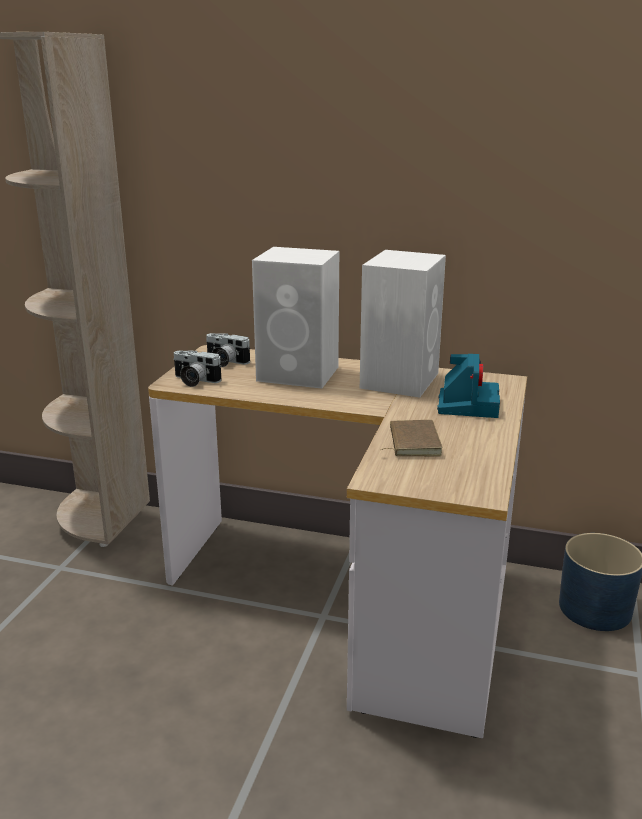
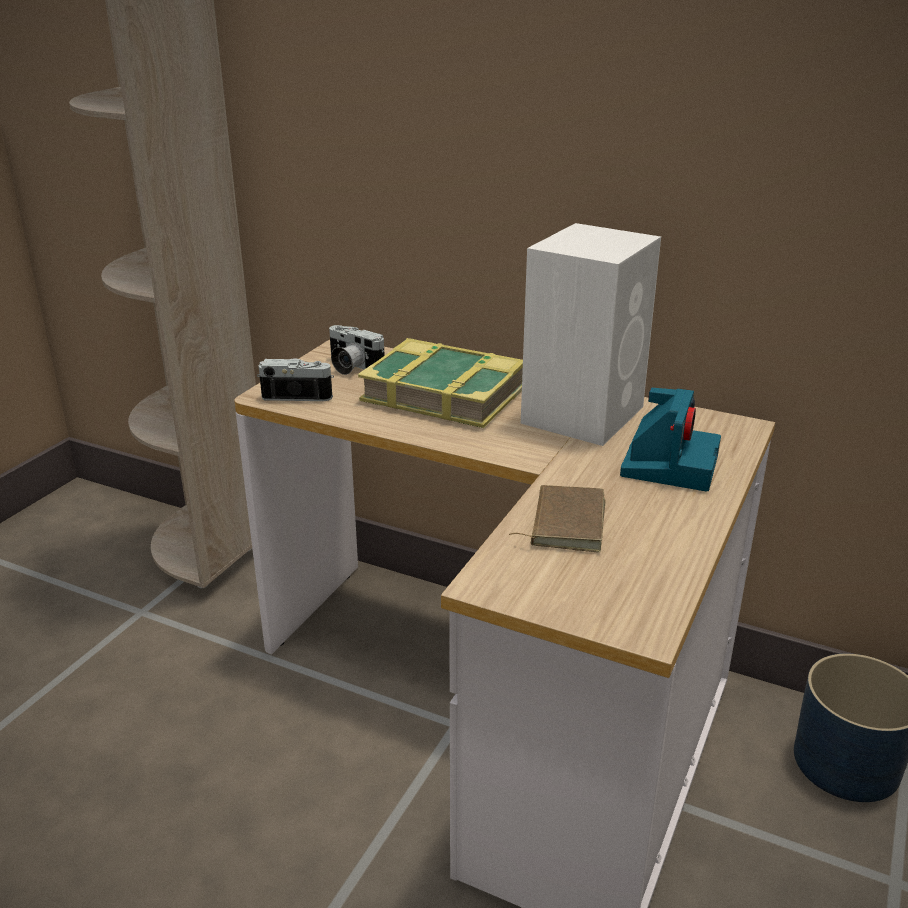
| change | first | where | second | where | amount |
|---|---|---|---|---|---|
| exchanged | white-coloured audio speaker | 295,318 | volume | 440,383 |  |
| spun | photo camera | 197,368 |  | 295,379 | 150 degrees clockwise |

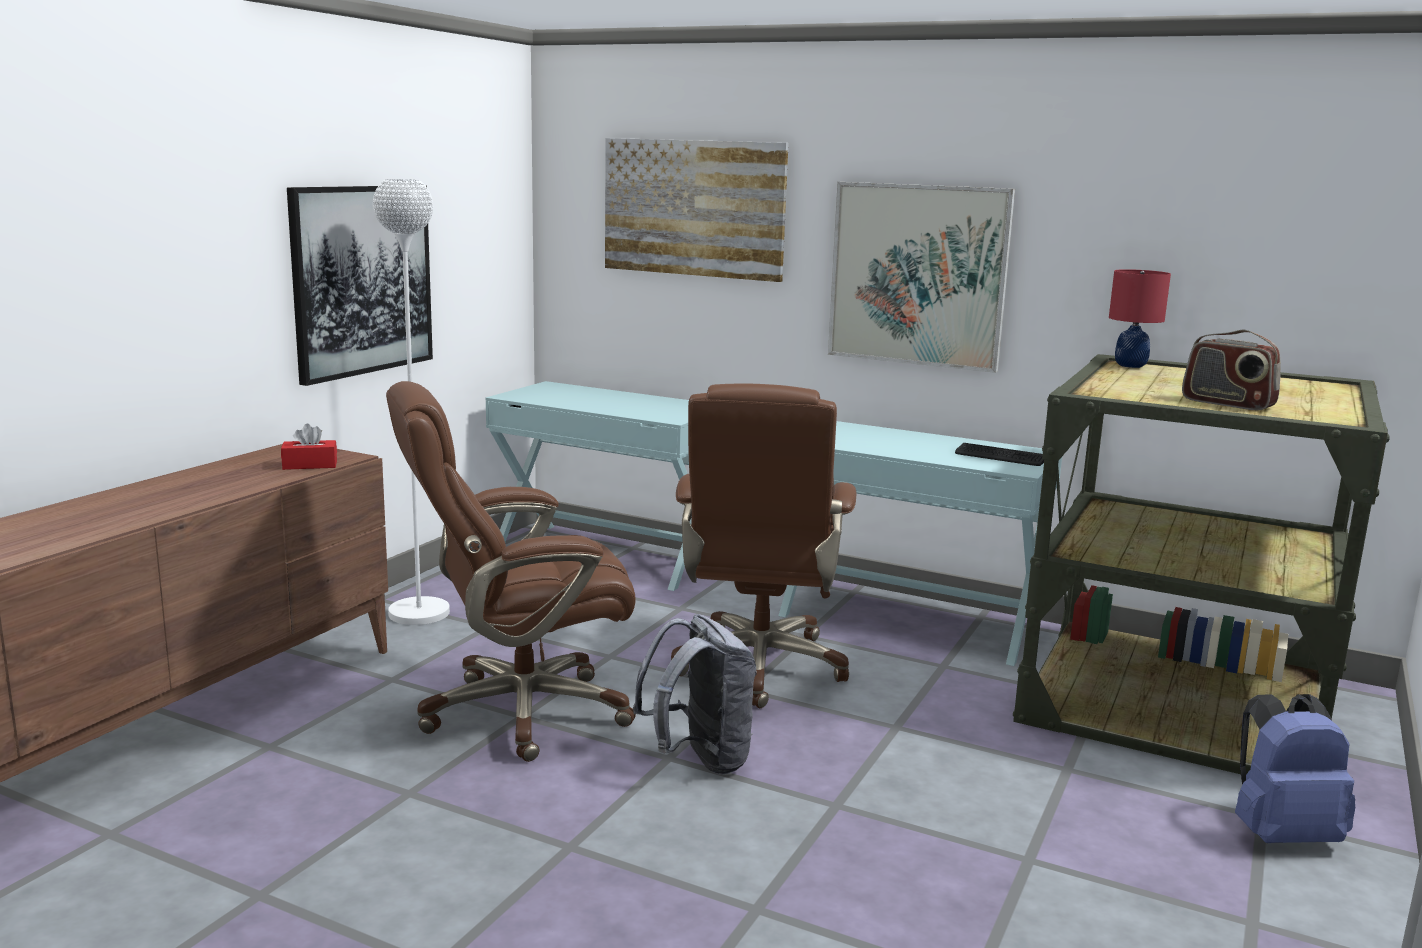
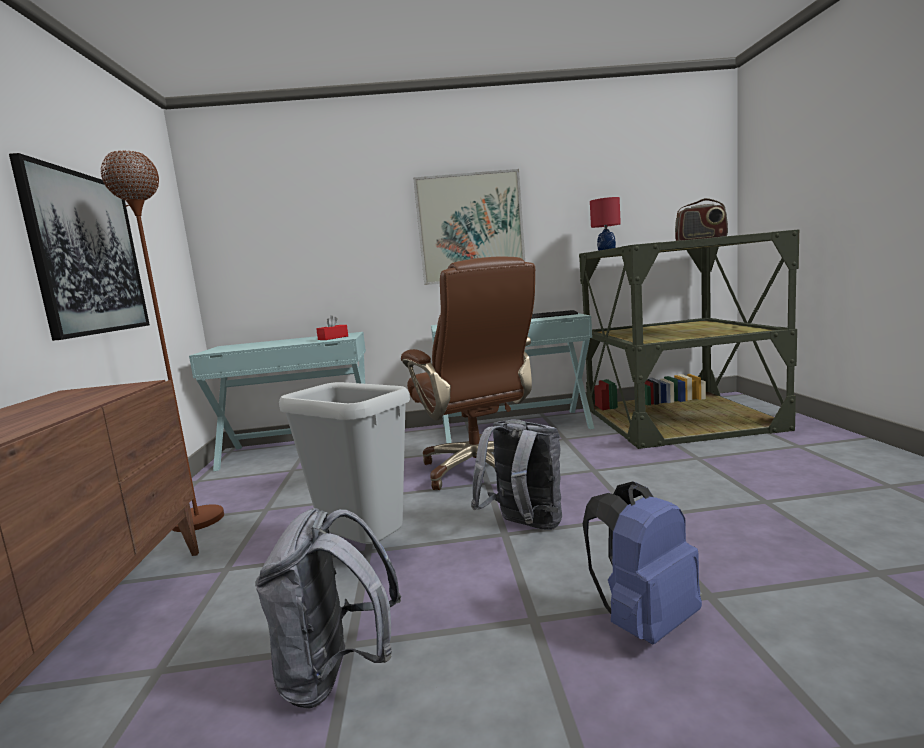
| change | first | where | second | where | amount |
|---|---|---|---|---|---|
| missing | wall picture | 697,210 |  |  |  |
| colour | white-coloured standing lamp | 411,402 | brown standing lamp | 162,341 |  |
| exchanged | brown office chair | 511,571 | grey rubbish bin | 344,463 |  |
| relocated | reddish tissue box | 309,447 |  | 332,327 |  |
| relocated | blue-coloured knapsack | 1295,768 |  | 642,562 |  |
| appeared |  |  | grey knapsack | 328,608 |  |

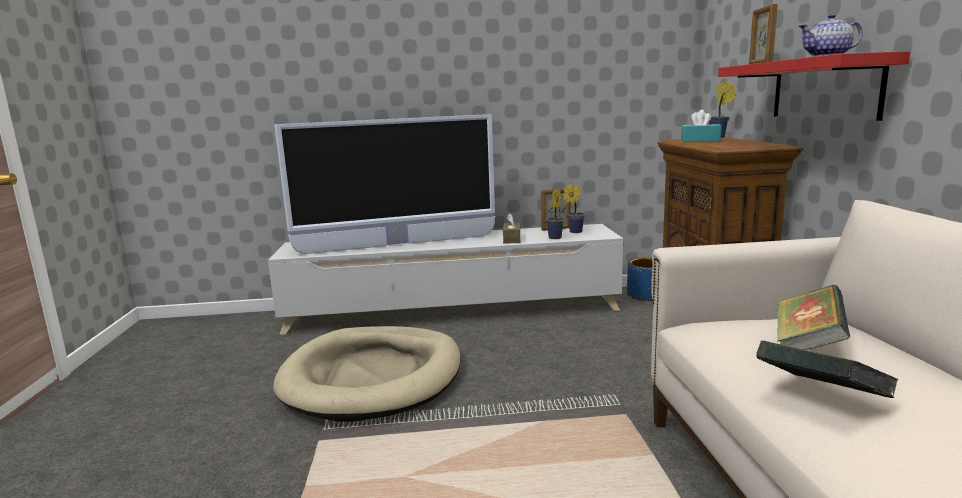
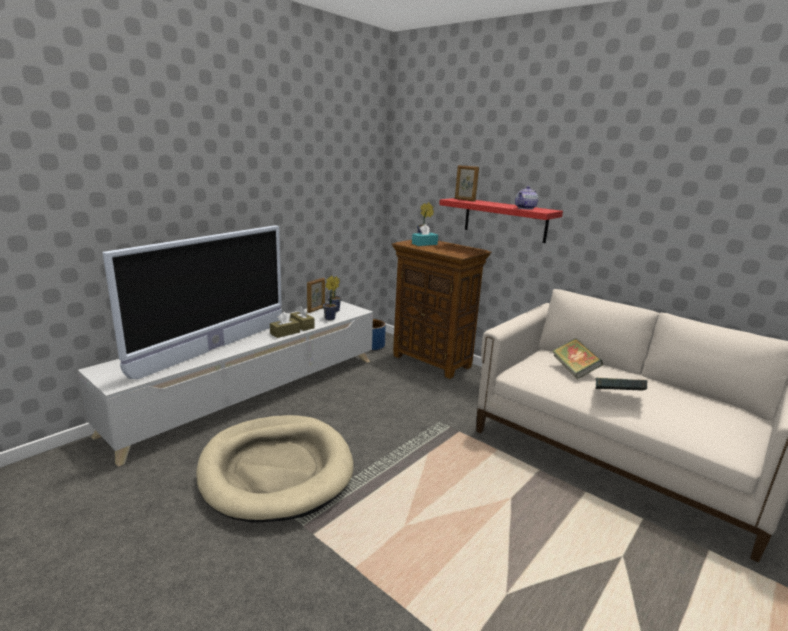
| change | first | where | second | where | amount |
|---|---|---|---|---|---|
| appeared |  |  | brown tissue box | 285,325 |  |

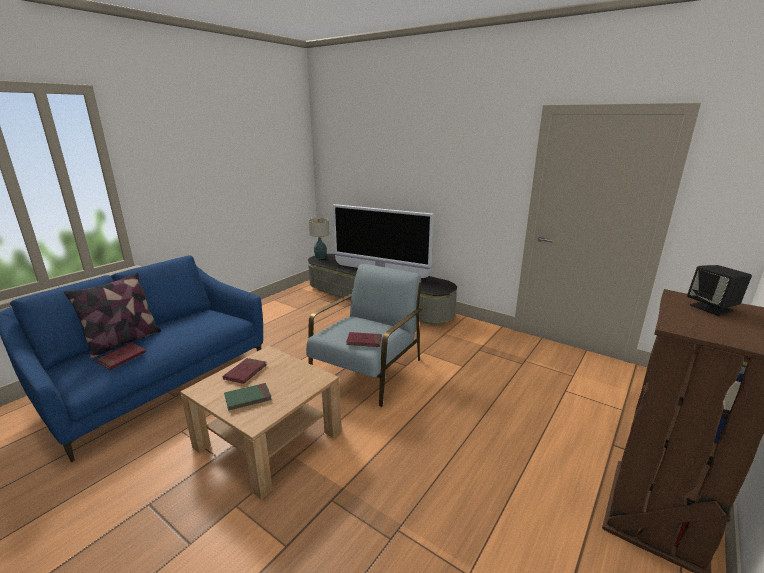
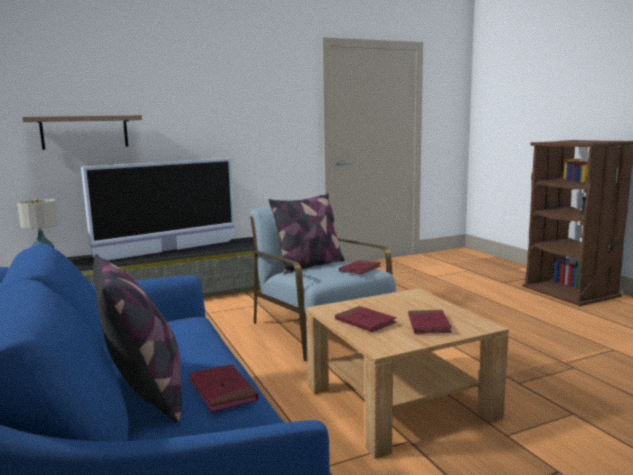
| change | first | where | second | where | amount |
|---|---|---|---|---|---|
| missing | blackish audio speaker | 719,290 |  |  |  |
| colour | greenish volume | 248,396 | reddish volume | 430,322 |  |
| appeared |  |  | shelf | 82,132 |  |
| appeared |  |  | throw pillow | 306,233 |  |

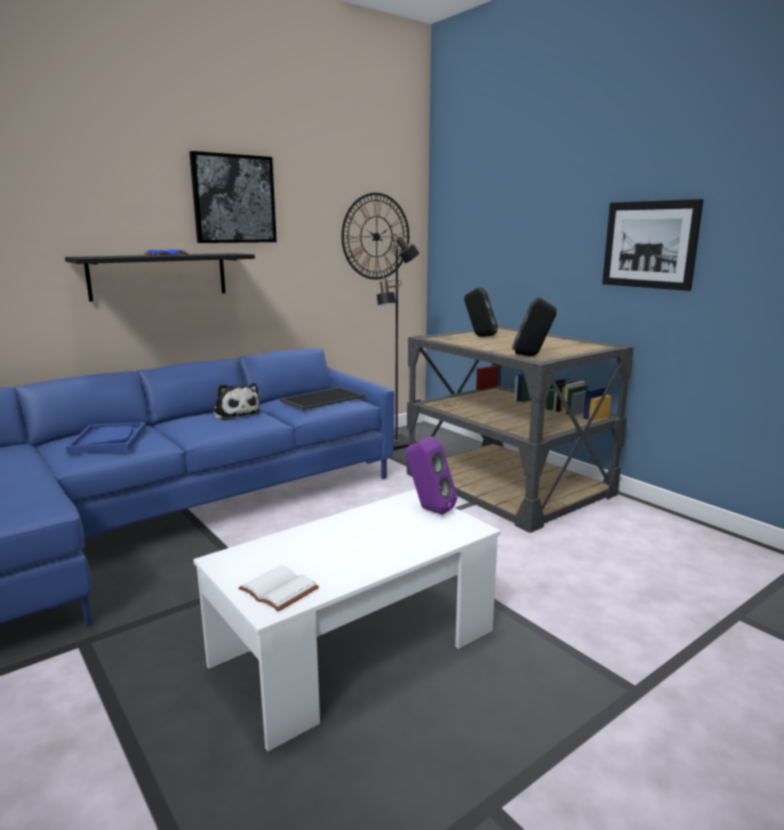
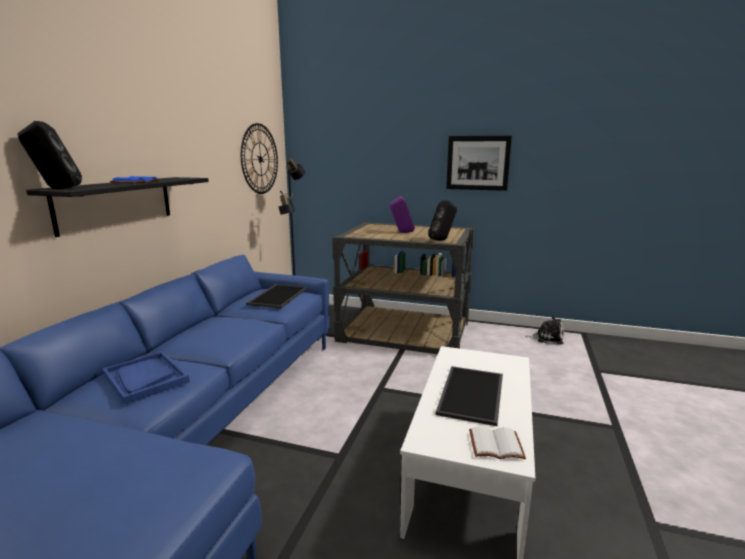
| change | first | where | second | where | amount |
|---|---|---|---|---|---|
| missing | wall picture | 233,197 |  |  |  |
| relocated | blackish audio speaker | 481,312 |  | 50,155 |  |
| relocated | plush toy | 236,402 |  | 544,330 |  |
| relocated | purple-coloured audio speaker | 431,476 |  | 402,214 |  |
| appeared |  |  | carrying tray | 469,396 |  |

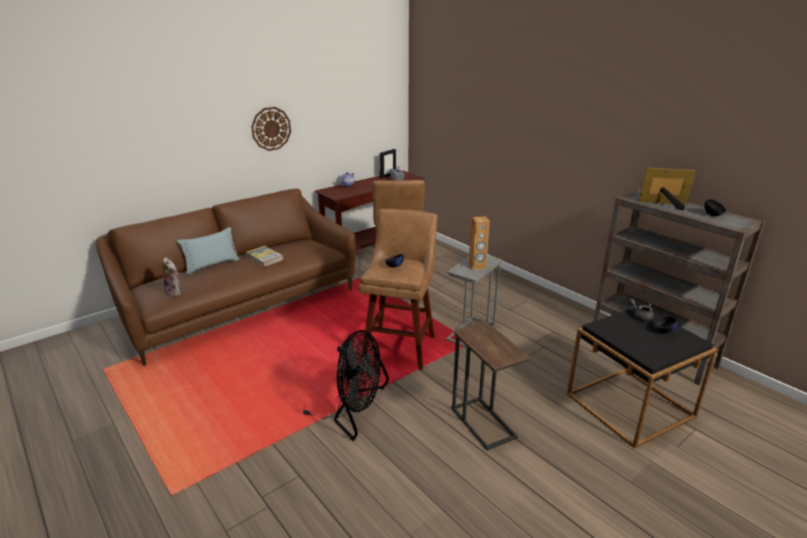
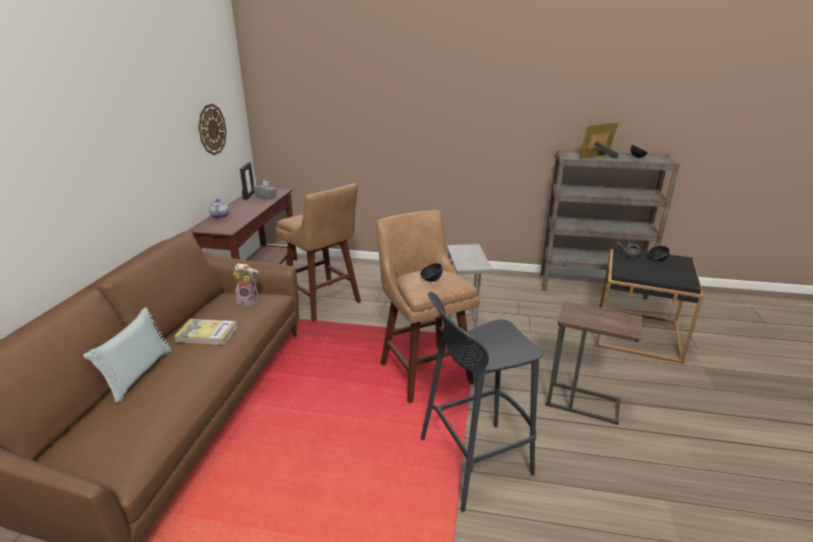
| change | first | where | second | where | amount |
|---|---|---|---|---|---|
| relocated | hanging clock | 271,129 |  | 213,129 |  |
| missing | brown audio speaker | 479,243 |  |  |  |
| relocated | plush toy | 171,277 |  | 246,285 |  |
| exchanged | blackish cooling fan | 345,385 | grey stool | 482,402 |  |

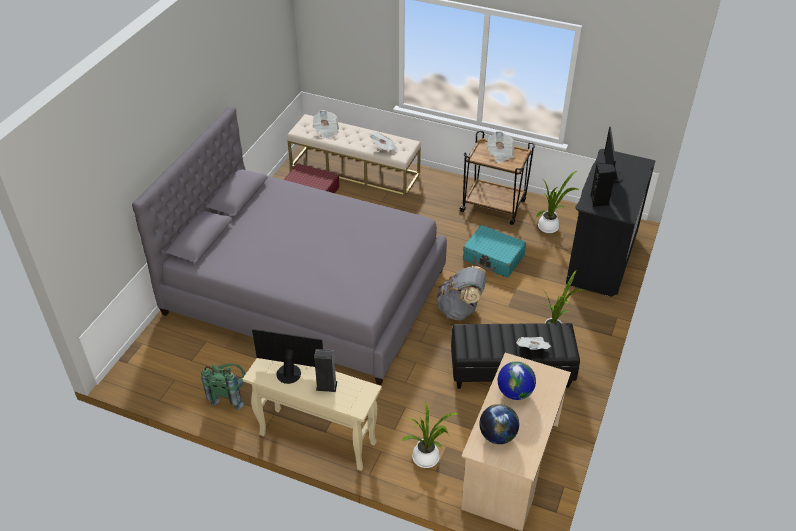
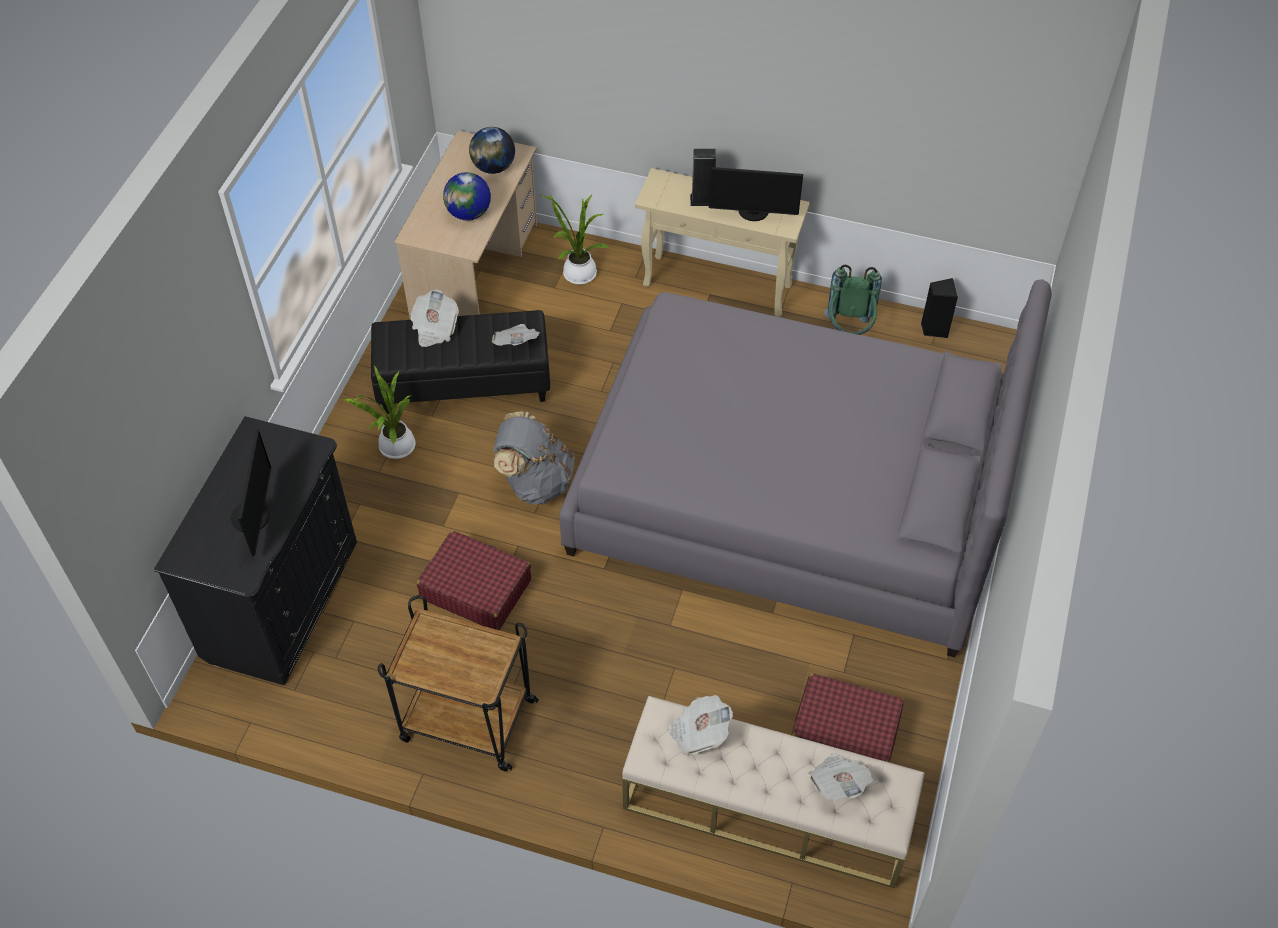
| change | first | where | second | where | amount |
|---|---|---|---|---|---|
| relocated | daily paper | 500,147 |  | 516,335 |  |
| relocated | blackish audio speaker | 603,184 |  | 939,308 |  |
| missing | houseplant | 557,202 |  |  |  |
| colour | turquoise-coloured piece of luggage | 494,251 | reddish piece of luggage | 474,580 |  |

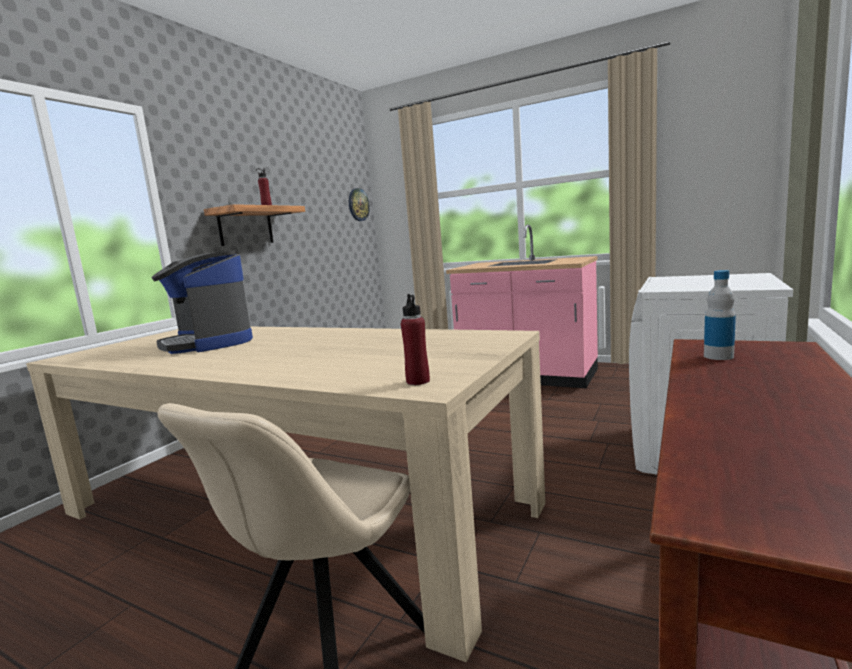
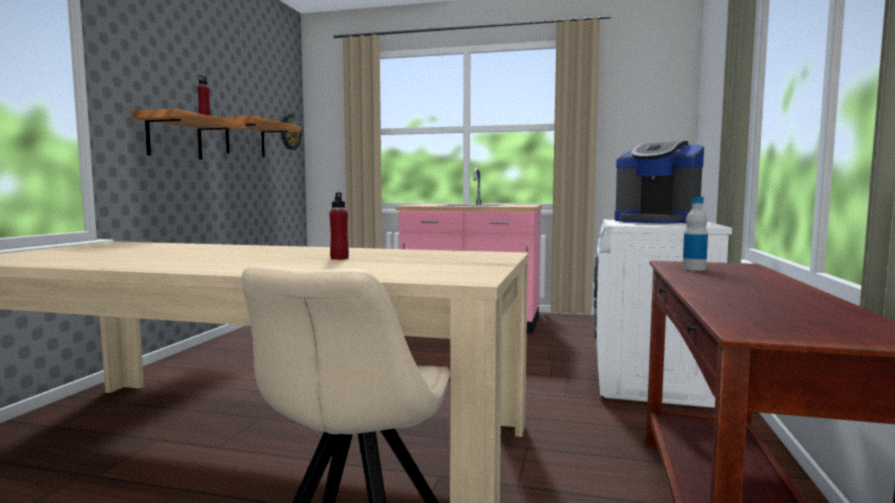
| change | first | where | second | where | amount |
|---|---|---|---|---|---|
| relocated | coffee machine | 202,302 |  | 659,182 |  |
| relocated | reddish beverage bottle | 415,339 |  | 339,226 |  |
| appeared |  |  | shelf | 259,136 |  |

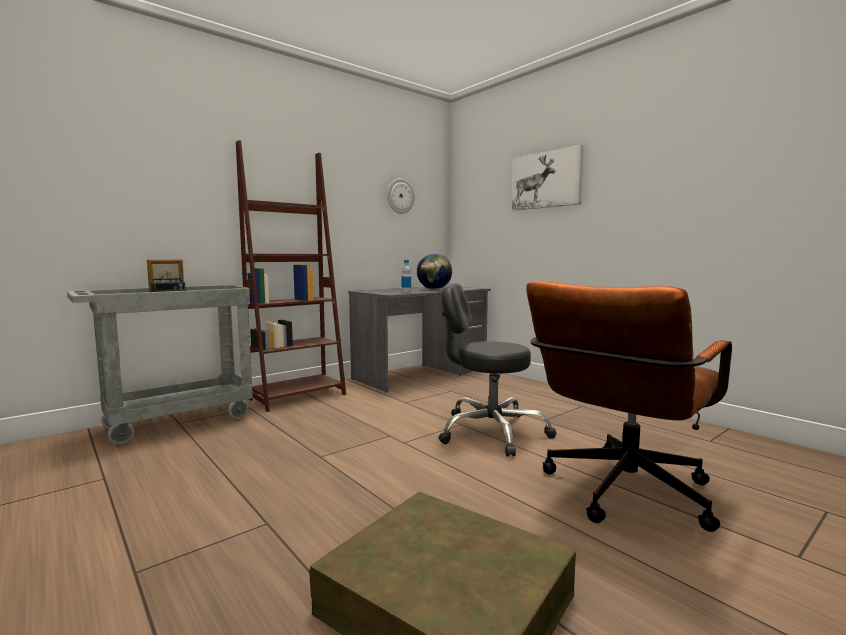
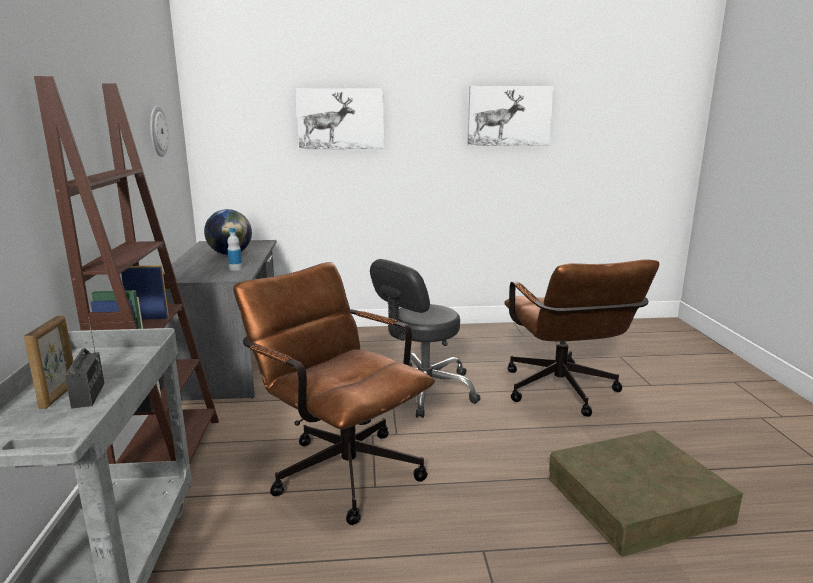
| change | first | where | second | where | amount |
|---|---|---|---|---|---|
| appeared |  |  | wall picture | 511,116 |  |
| appeared |  |  | brown office chair | 334,393 |  |

